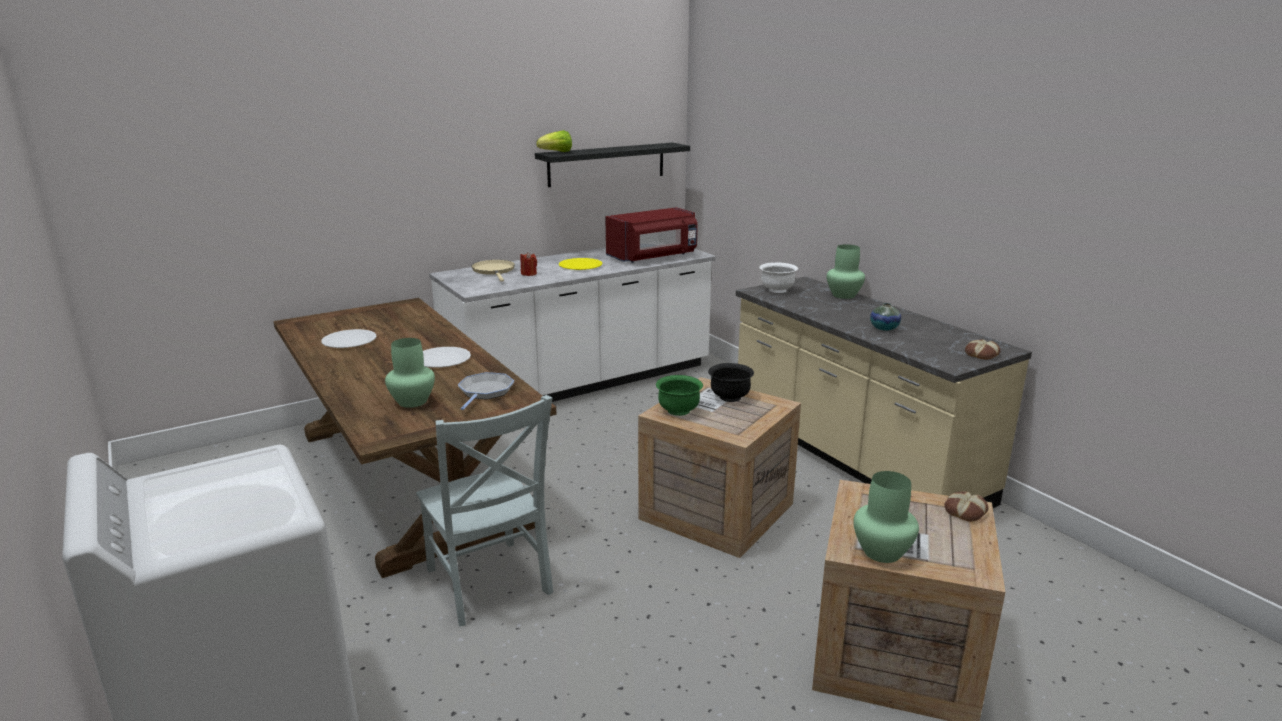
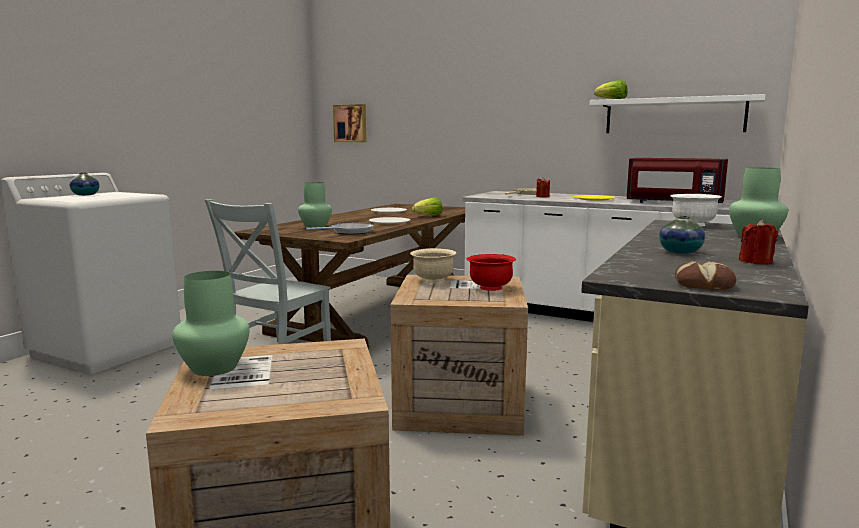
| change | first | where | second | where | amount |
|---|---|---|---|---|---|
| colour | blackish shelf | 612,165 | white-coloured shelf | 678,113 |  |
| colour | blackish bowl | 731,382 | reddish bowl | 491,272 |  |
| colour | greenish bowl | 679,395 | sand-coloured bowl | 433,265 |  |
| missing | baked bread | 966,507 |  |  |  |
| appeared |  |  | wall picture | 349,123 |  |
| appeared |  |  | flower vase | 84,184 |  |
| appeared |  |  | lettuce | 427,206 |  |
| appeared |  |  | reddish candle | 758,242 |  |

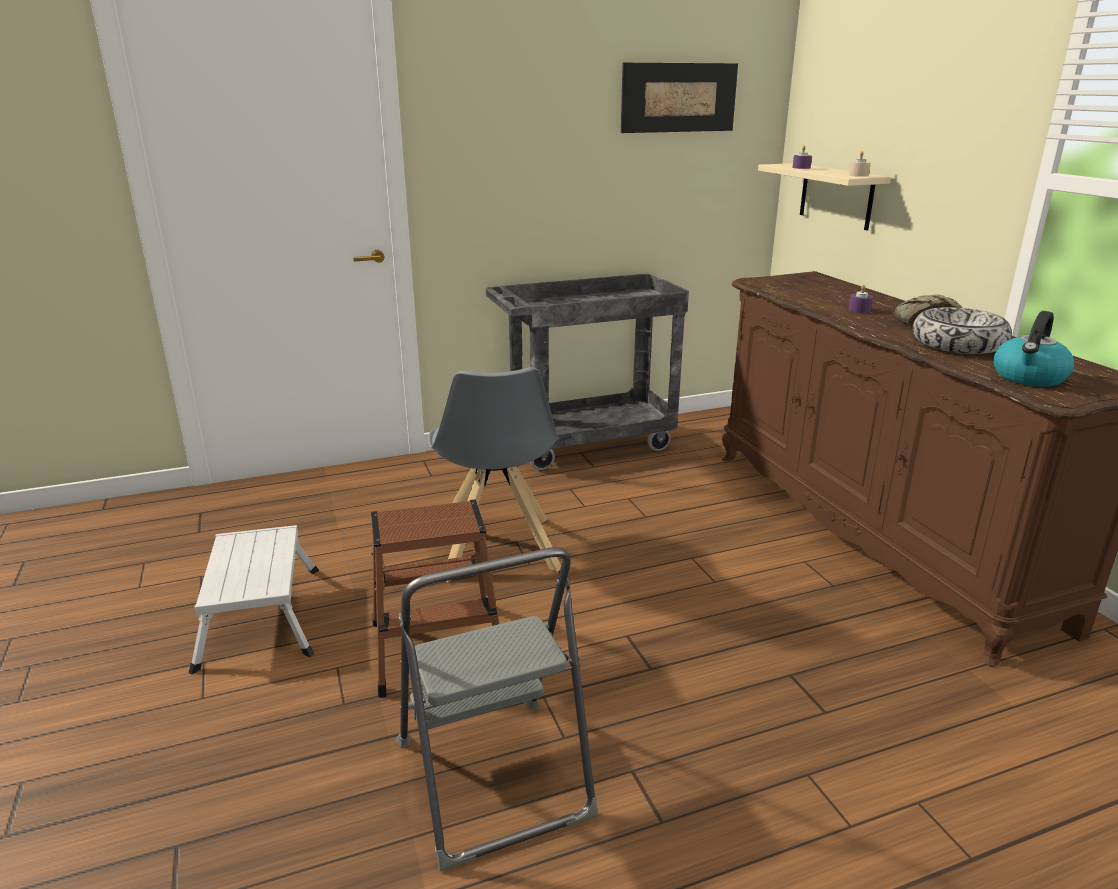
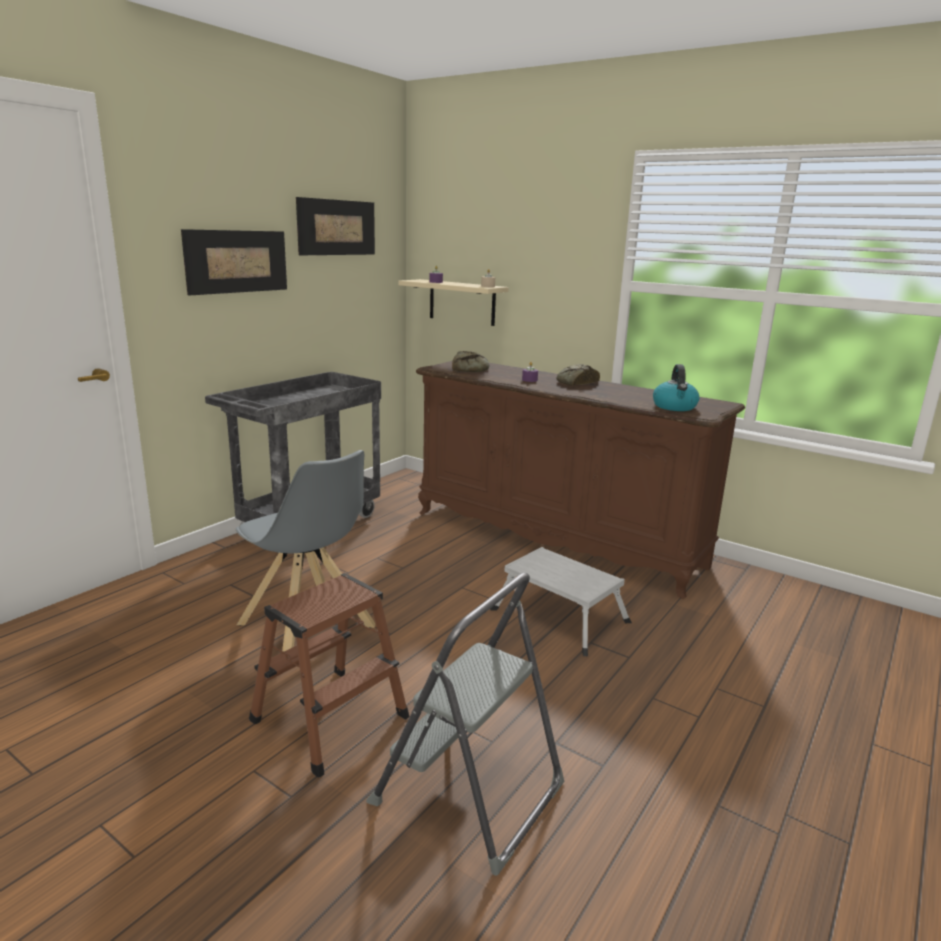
| change | first | where | second | where | amount |
|---|---|---|---|---|---|
| missing | bowl | 962,330 |  |  |  |
| relocated | white-coloured stepladder | 254,600 |  | 561,601 |  |
| appeared |  |  | wall picture | 234,262 |  |
| appeared |  |  | baked bread | 470,361 |  |

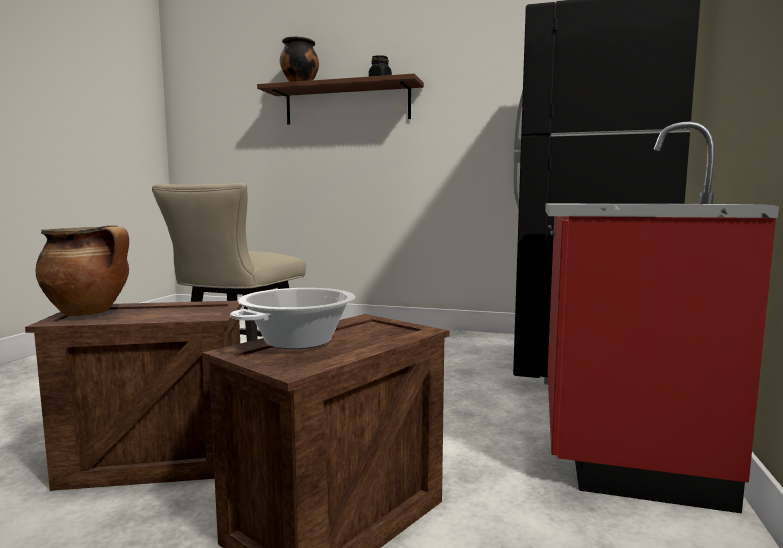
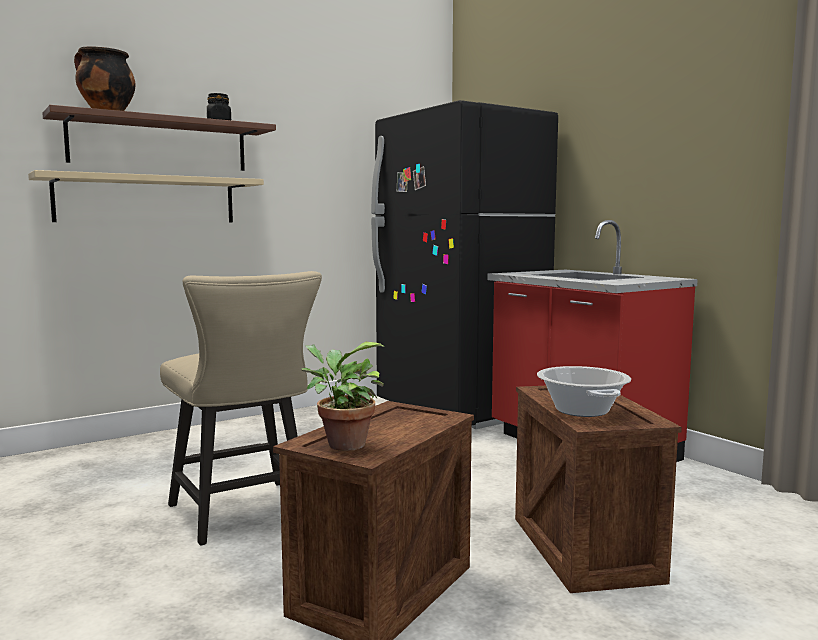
| change | first | where | second | where | amount |
|---|---|---|---|---|---|
| exchanged | cooking pot | 82,270 | houseplant | 342,396 |  |
| appeared |  |  | sand-coloured shelf | 146,196 |  |

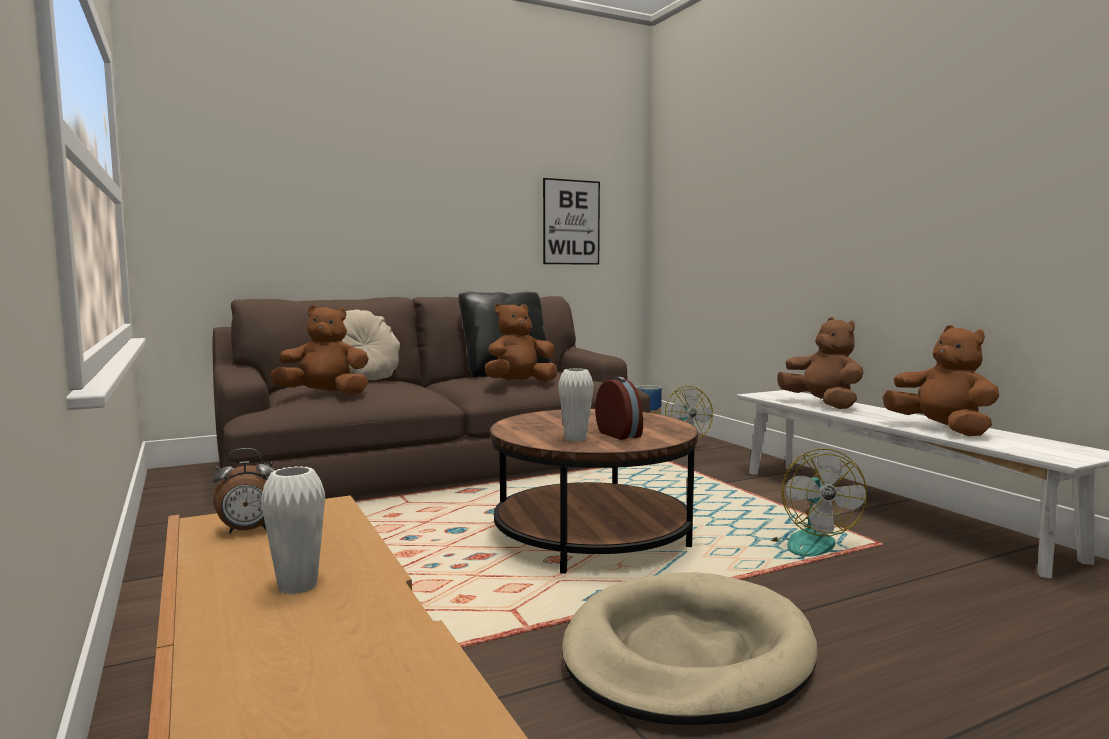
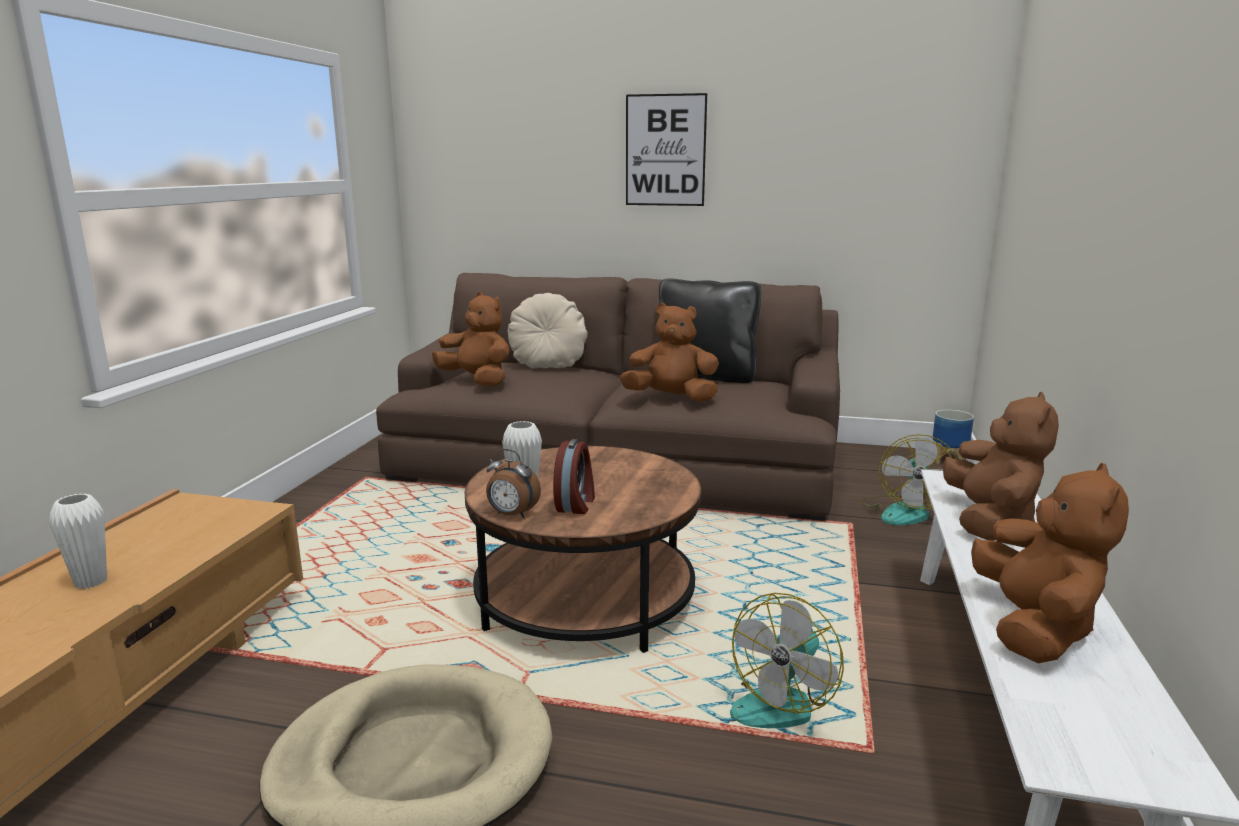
| change | first | where | second | where | amount |
|---|---|---|---|---|---|
| relocated | wall picture | 571,221 |  | 666,149 |  |
| relocated | bedside clock | 244,491 |  | 513,483 |  |

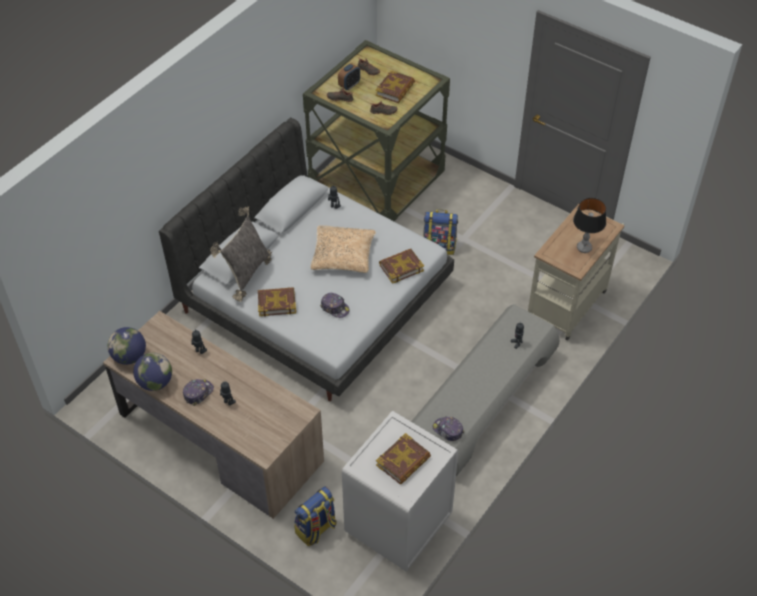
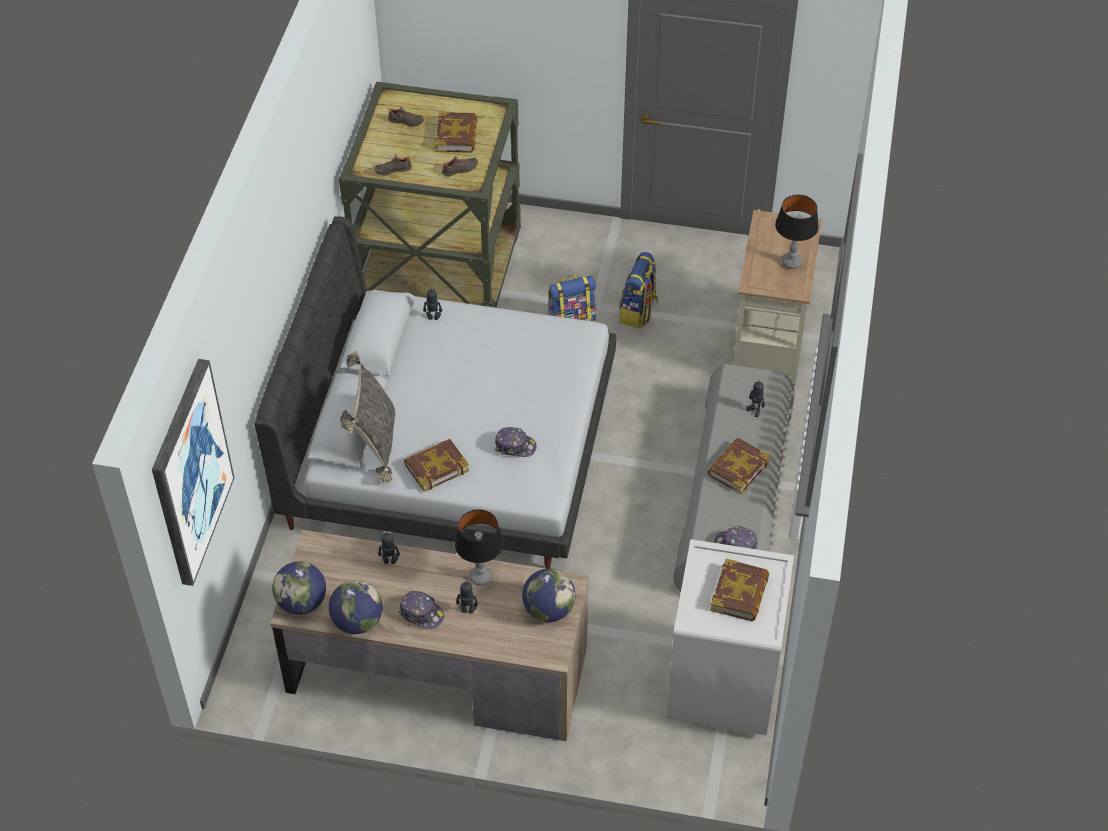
| change | first | where | second | where | amount |
|---|---|---|---|---|---|
| missing | bedside clock | 349,76 |  |  |  |
| missing | sand-coloured throw pillow | 343,249 |  |  |  |
| relocated | volume | 401,266 |  | 739,466 |  |
| spun | peaked cap | 198,392 |  | 421,610 | 105 degrees clockwise |
| relocated | knapsack | 315,516 |  | 638,290 |  |
| appeared |  |  | wall picture | 193,472 |  |
| appeared |  |  | lamp for a table | 479,547 |  |
| appeared |  |  | globe | 549,595 |  |

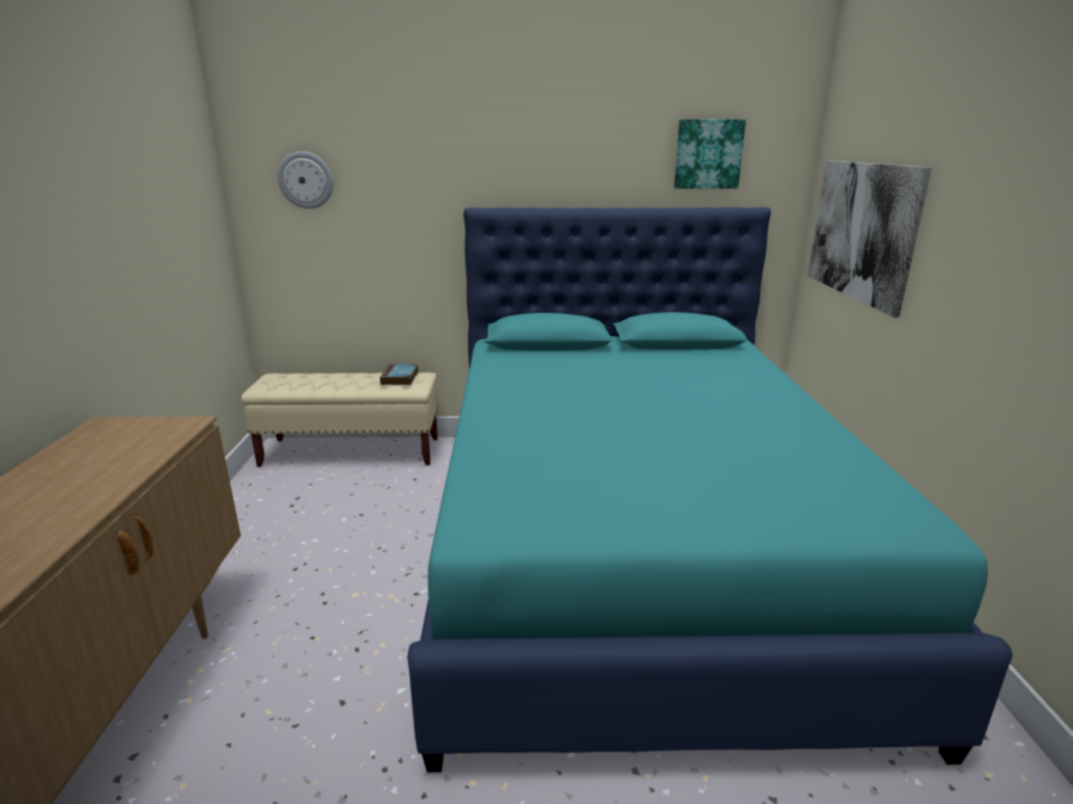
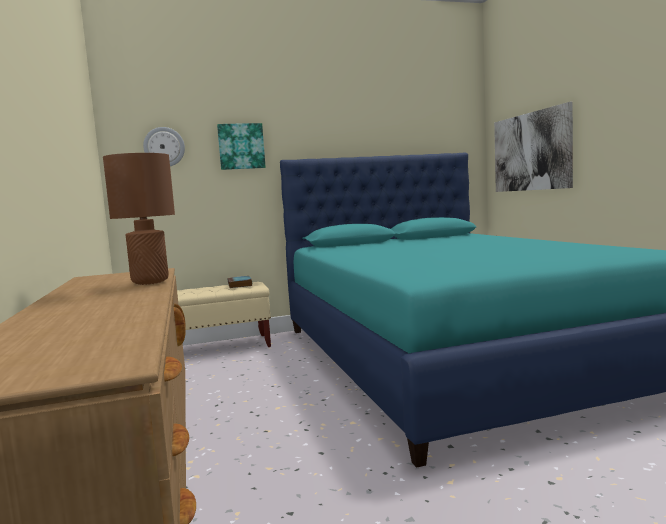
| change | first | where | second | where | amount |
|---|---|---|---|---|---|
| relocated | wall picture | 710,153 |  | 241,146 |  |
| appeared |  |  | brown lamp for a table | 139,219 |  |

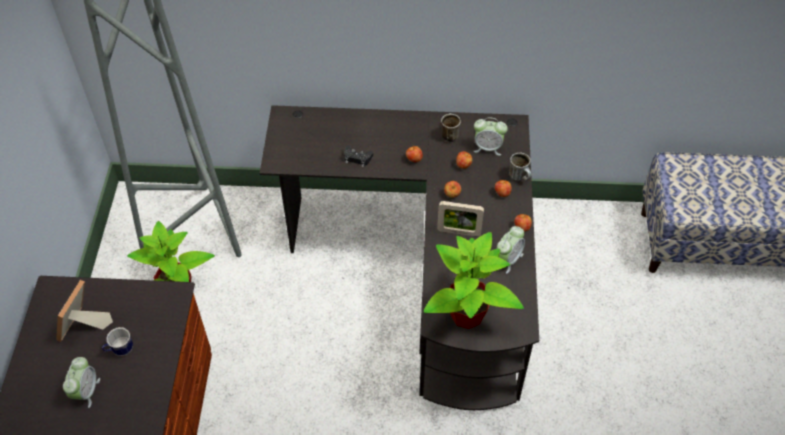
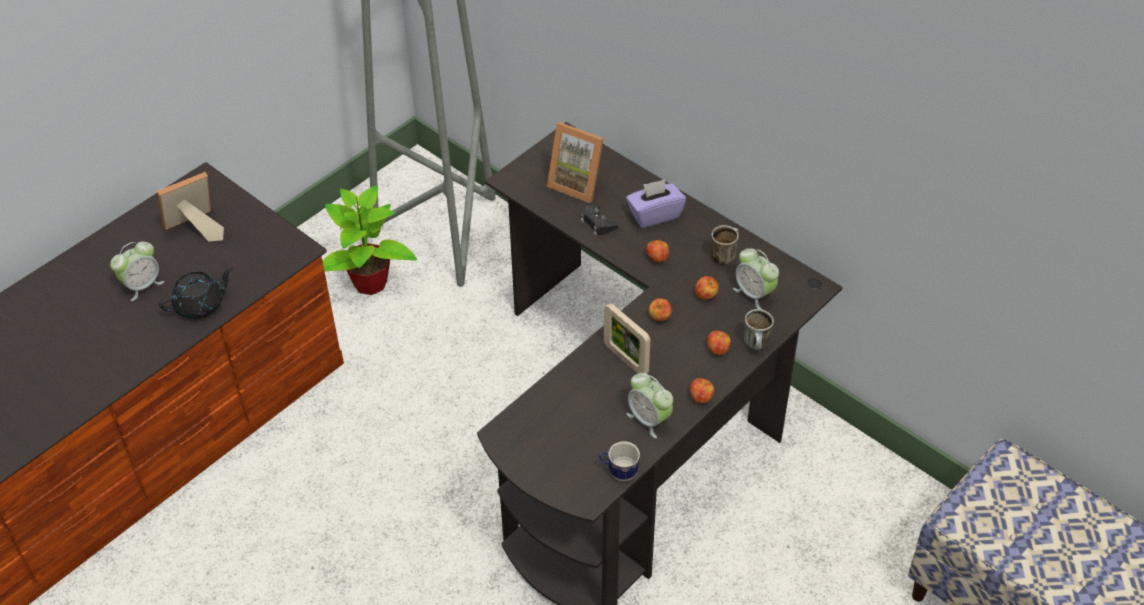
| change | first | where | second | where | amount |
|---|---|---|---|---|---|
| spun | bedside clock | 510,250 |  | 650,405 | 60 degrees clockwise |
| missing | houseplant | 474,280 |  |  |  |
| relocated | coffee mug | 117,341 |  | 619,461 |  |
| appeared |  |  | photo frame | 575,162 |  |
| appeared |  |  | purple-coloured tissue box | 656,203 |  |
| appeared |  |  | blackish pot for tea | 196,293 |  |

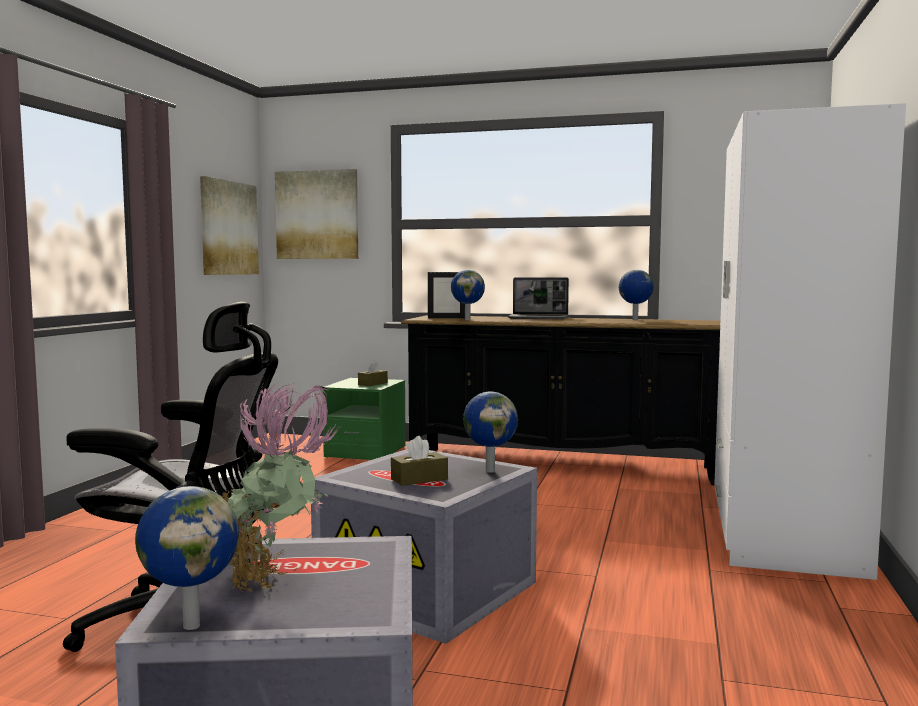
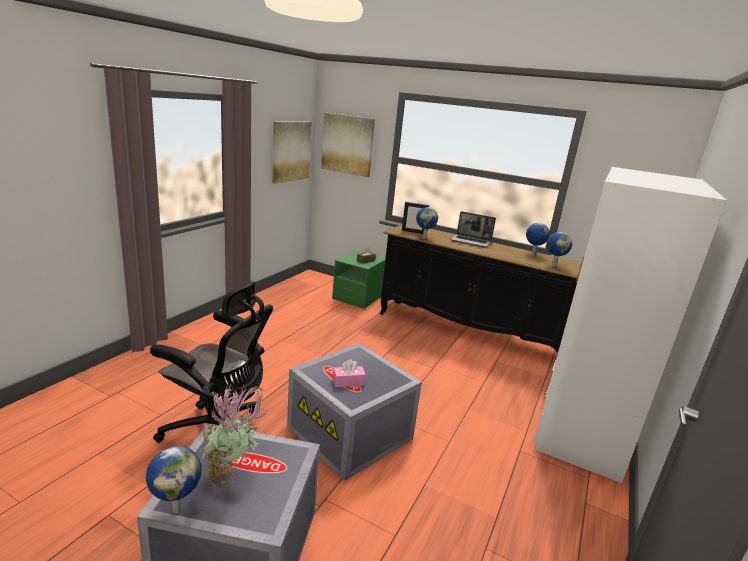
| change | first | where | second | where | amount |
|---|---|---|---|---|---|
| relocated | globe | 490,431 |  | 559,249 |  |
| colour | brown tissue box | 419,461 | pinkish tissue box | 349,373 |  |

